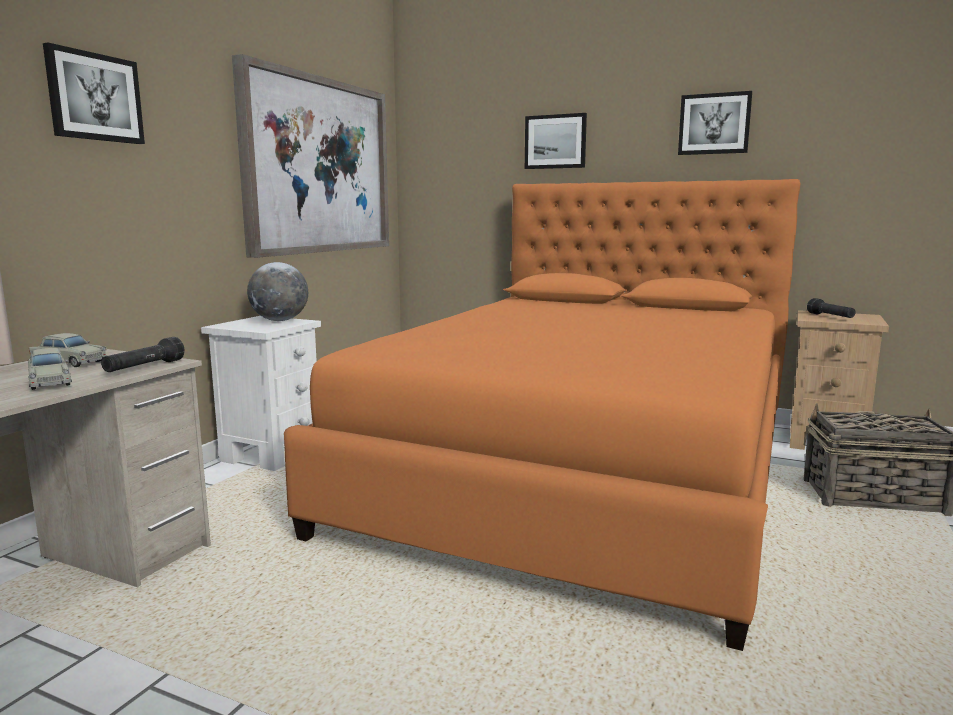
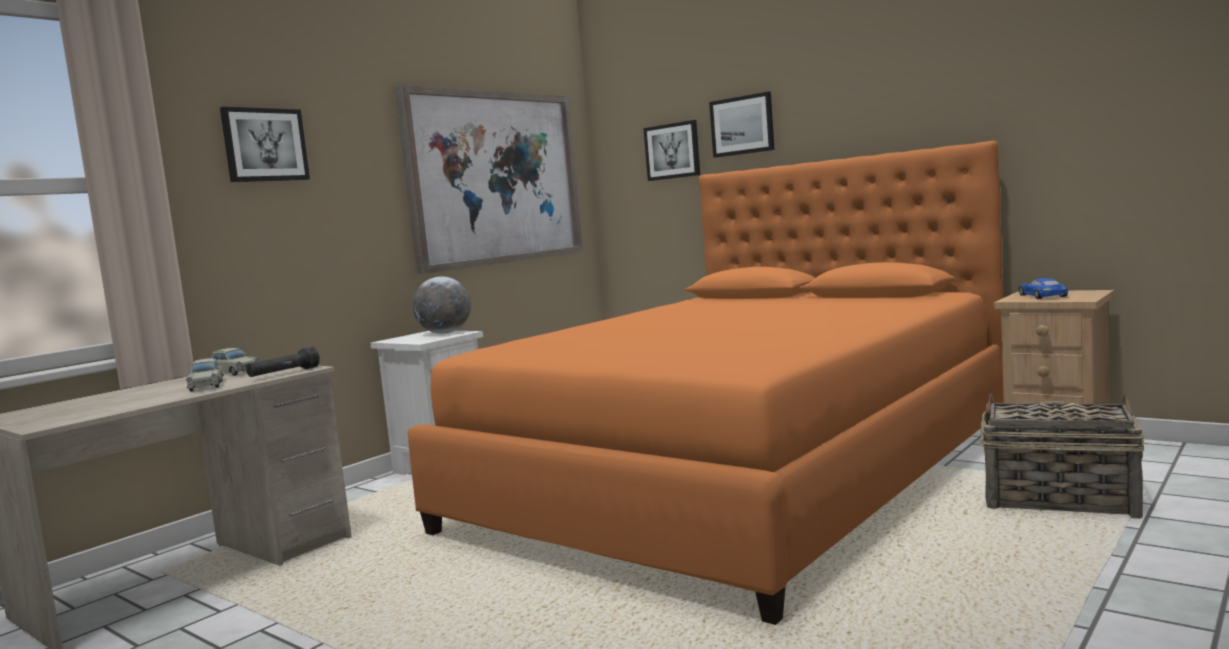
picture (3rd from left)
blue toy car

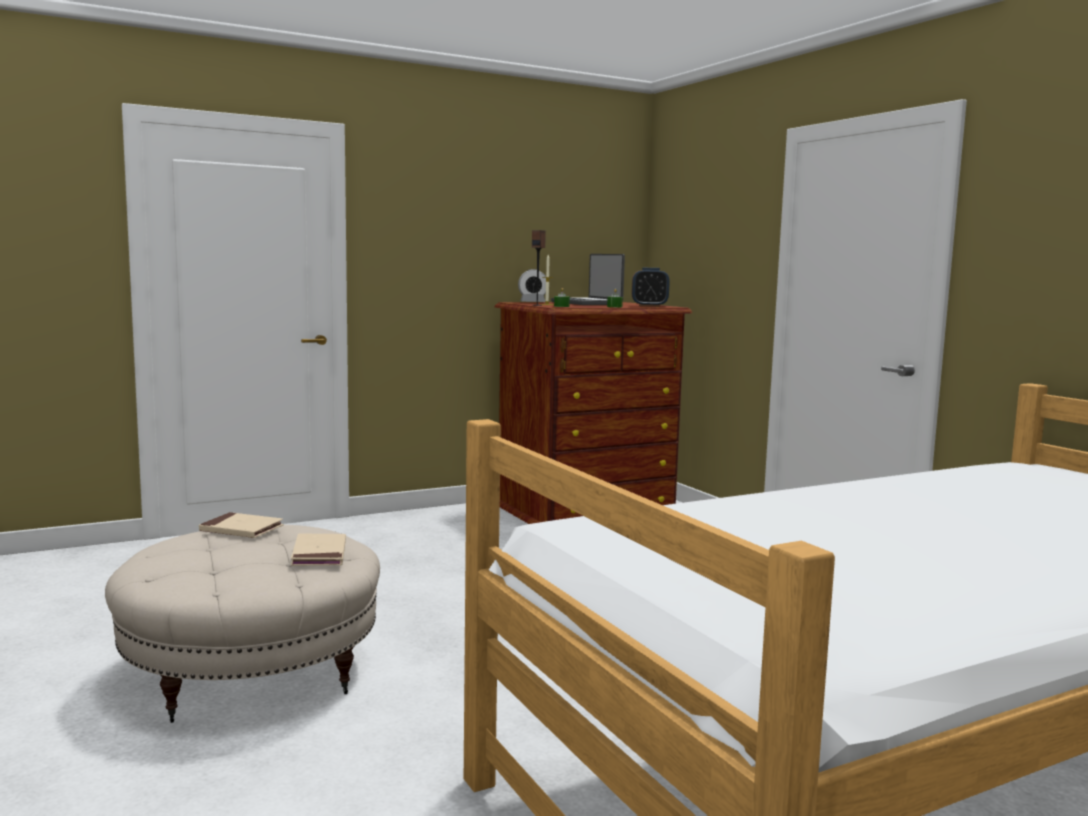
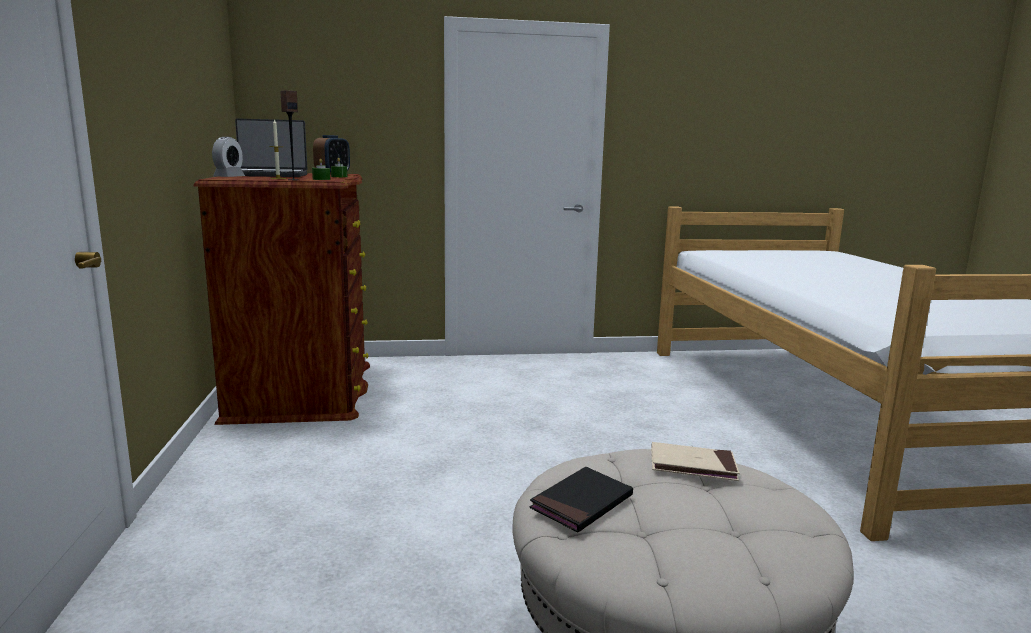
black book

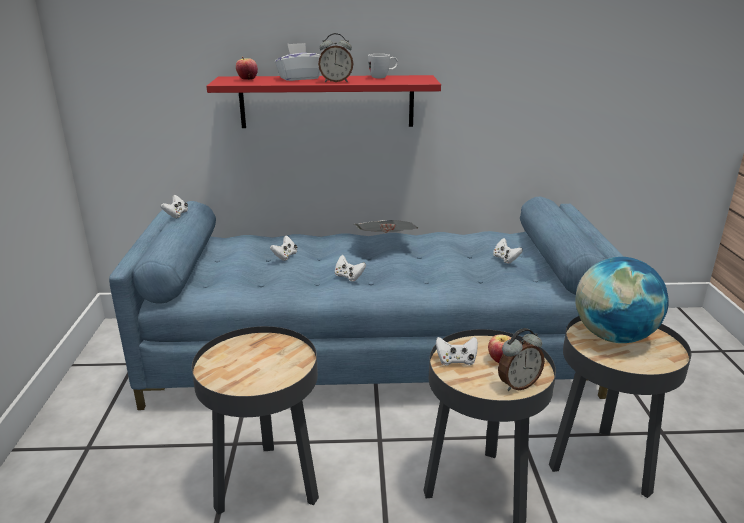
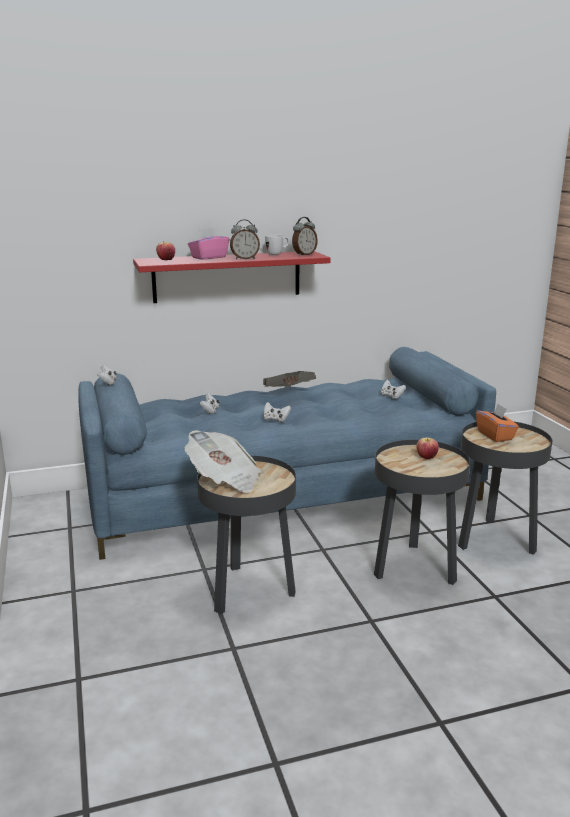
white game controller (4th from left in the first image)
newspaper (1st from left)
alarm clock (2nd from left)
orange tissue box
pink tissue box

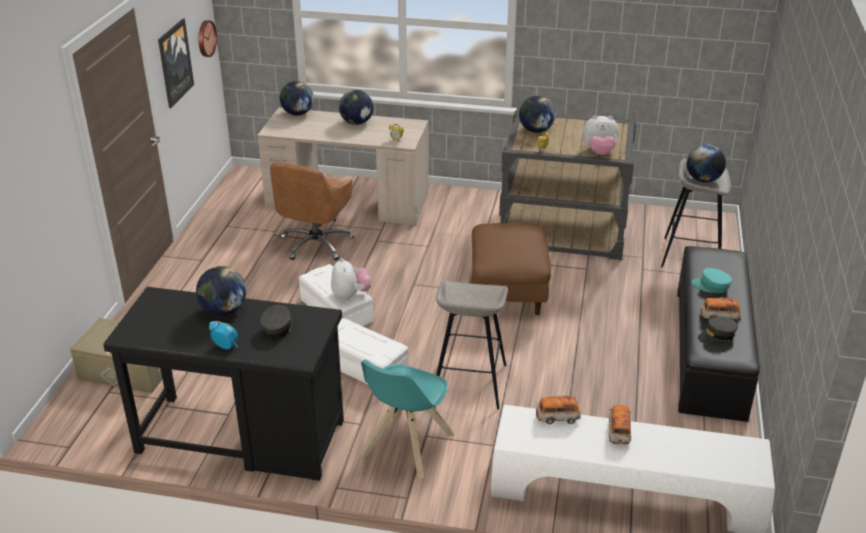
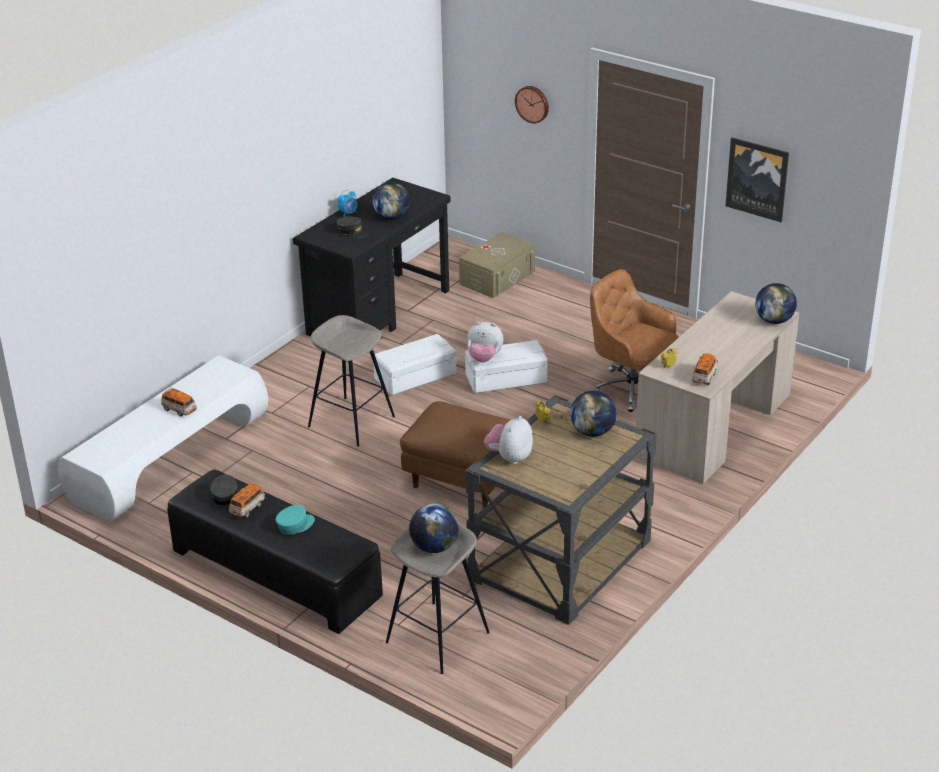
globe (3rd from left in the first image)
turquoise chair
wall clock
toy car (3rd from left)

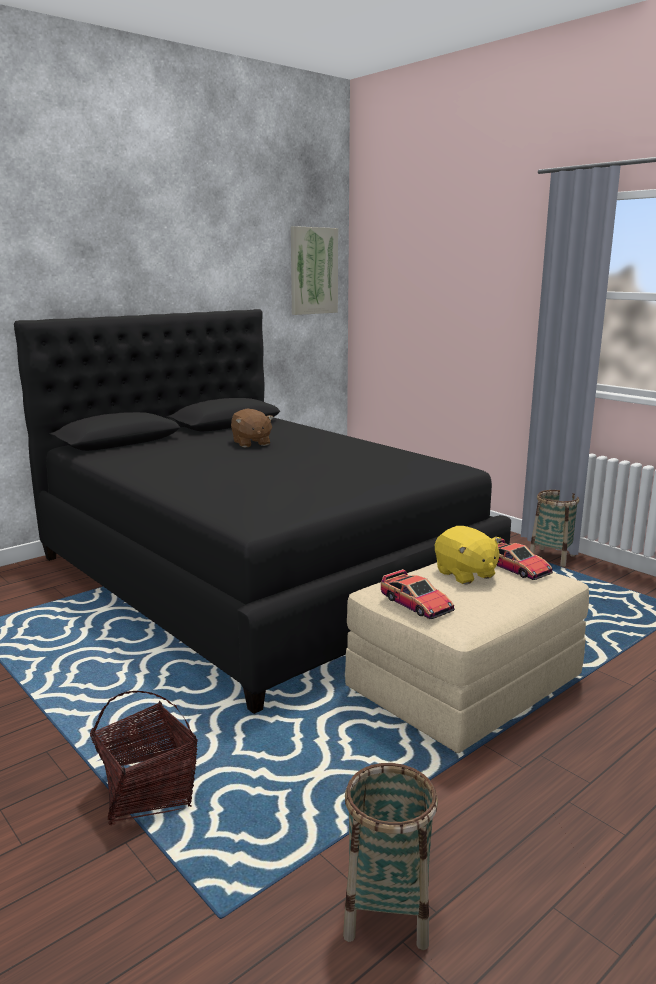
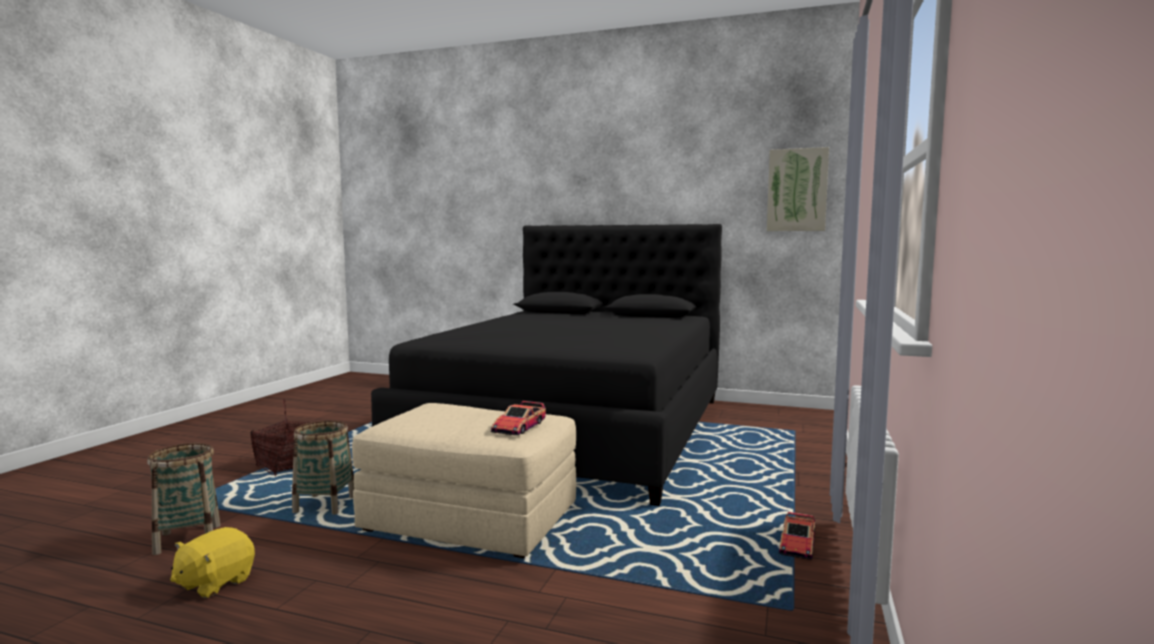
brown plush toy
toy car (2nd from left)
yellow plush toy
basket (3rd from left)

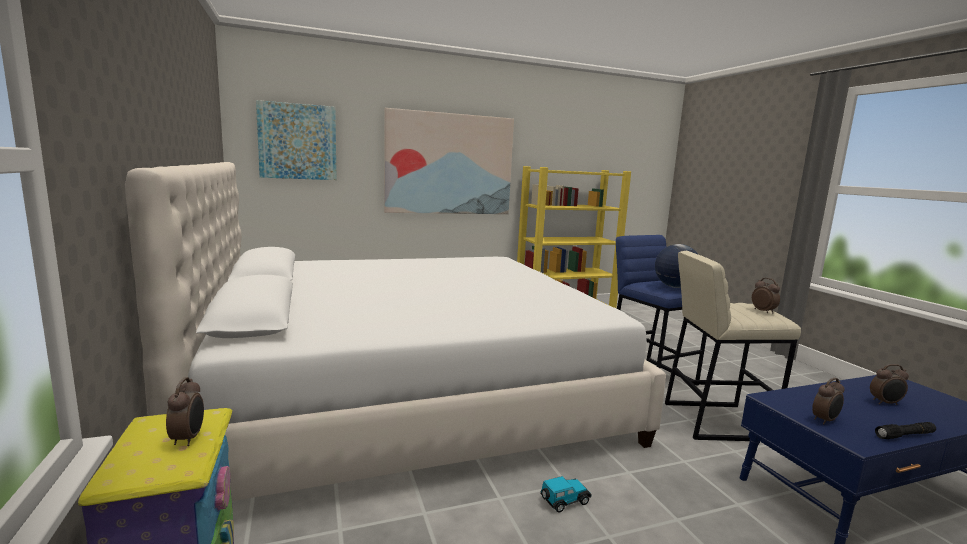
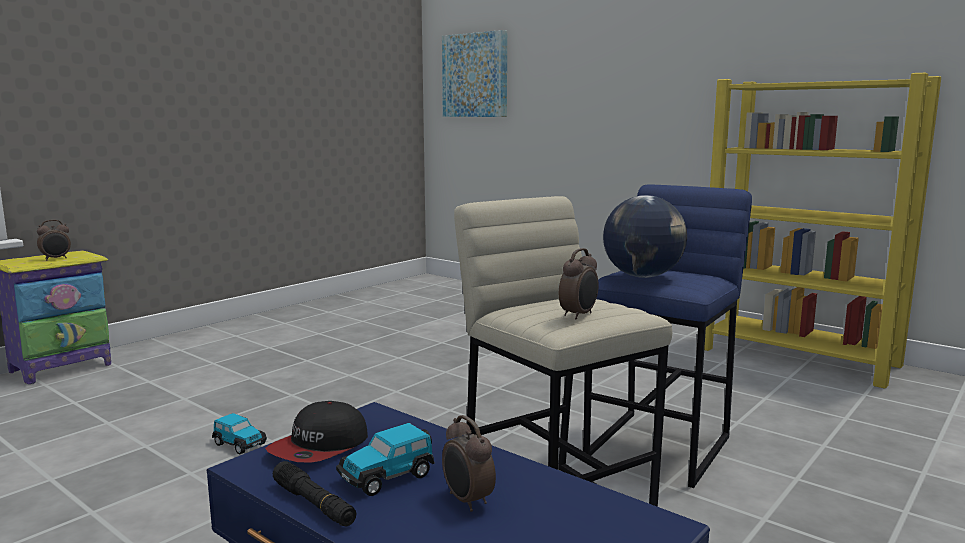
white bed
picture (2nd from left in the first image)
toy car (2nd from left)
cap

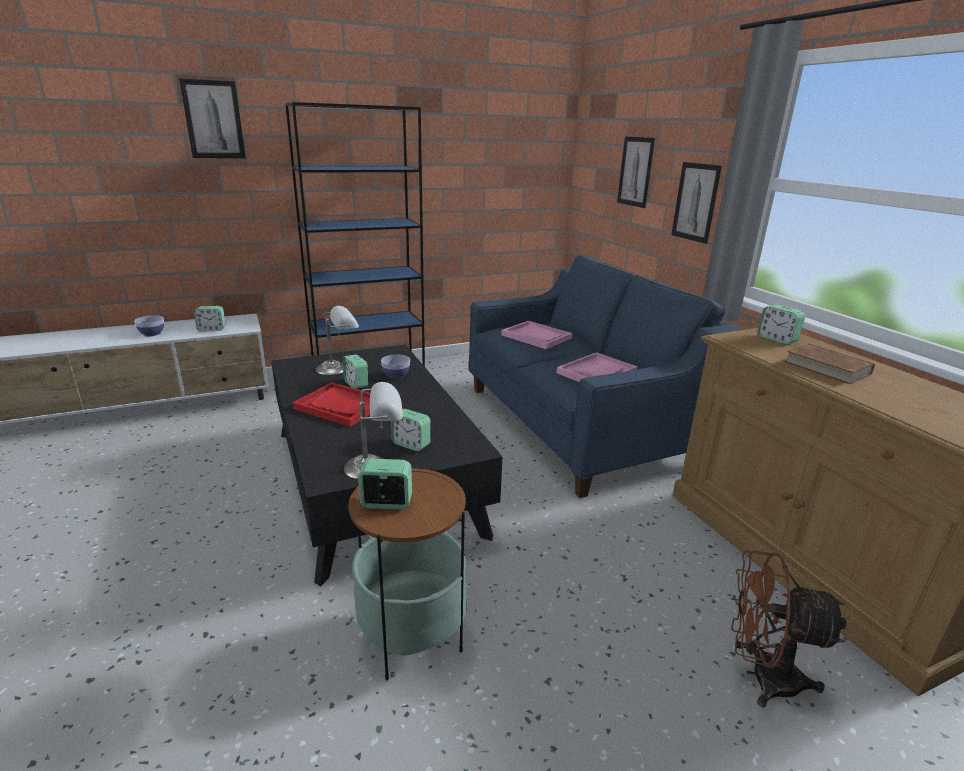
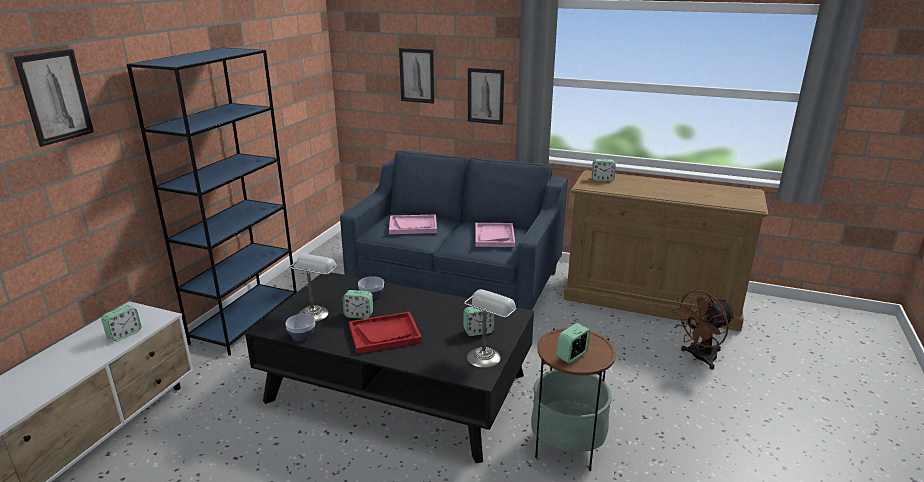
brown book
bowl (1st from left)

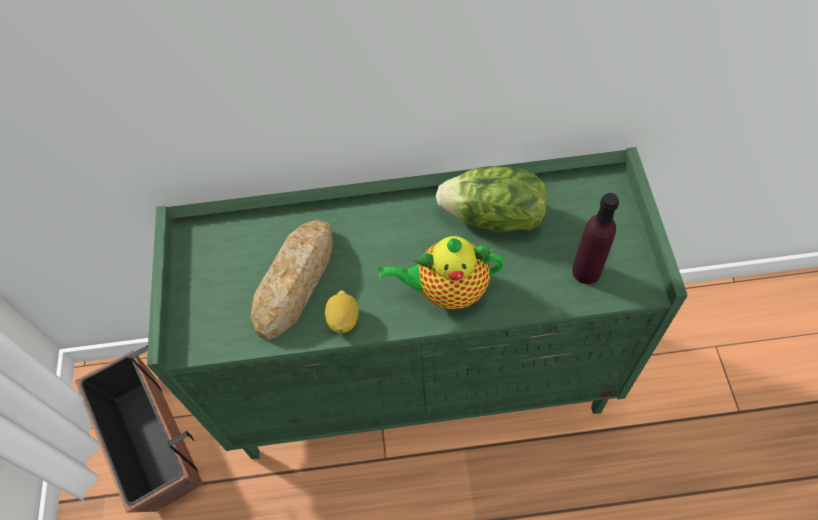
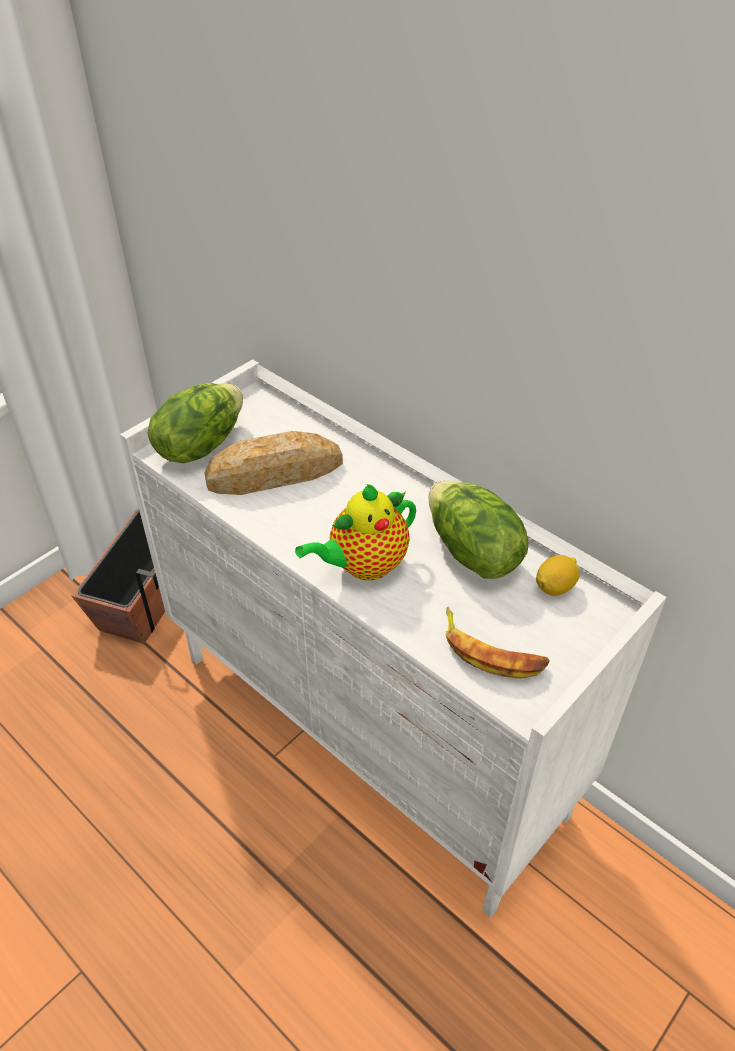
lettuce (1st from left)
lemon
banana
white cabinet
teapot

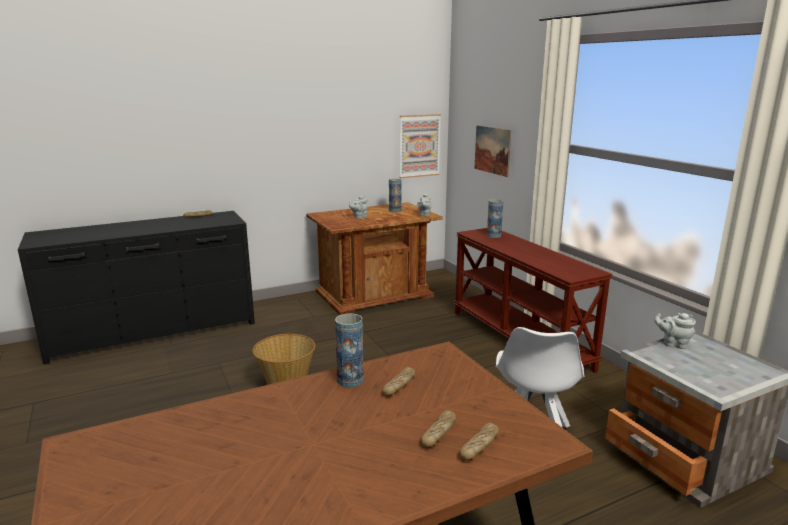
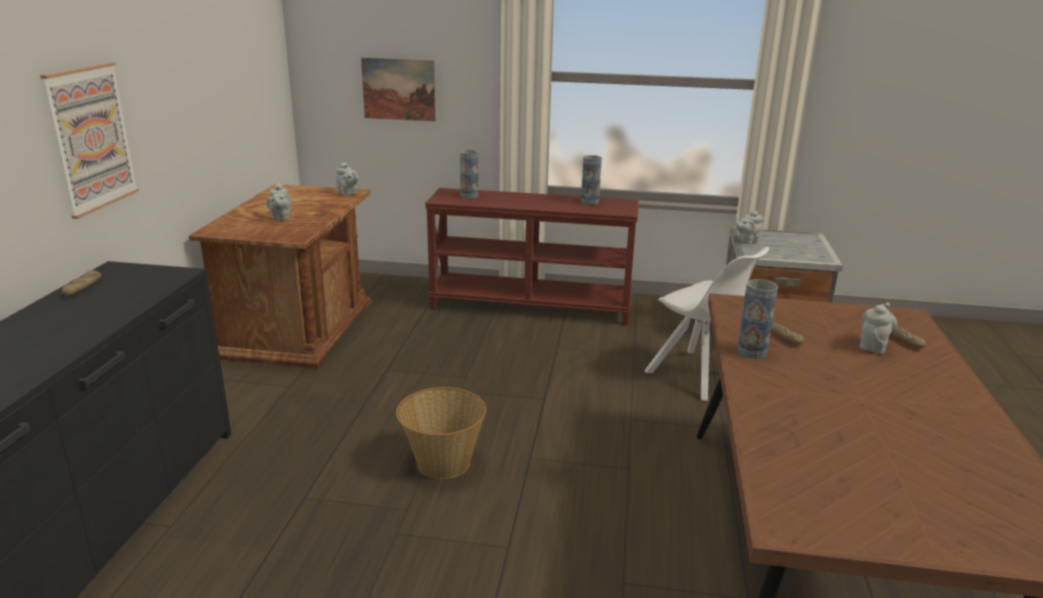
vase (2nd from left)
picture (1st from left)
grey teapot (4th from left)

